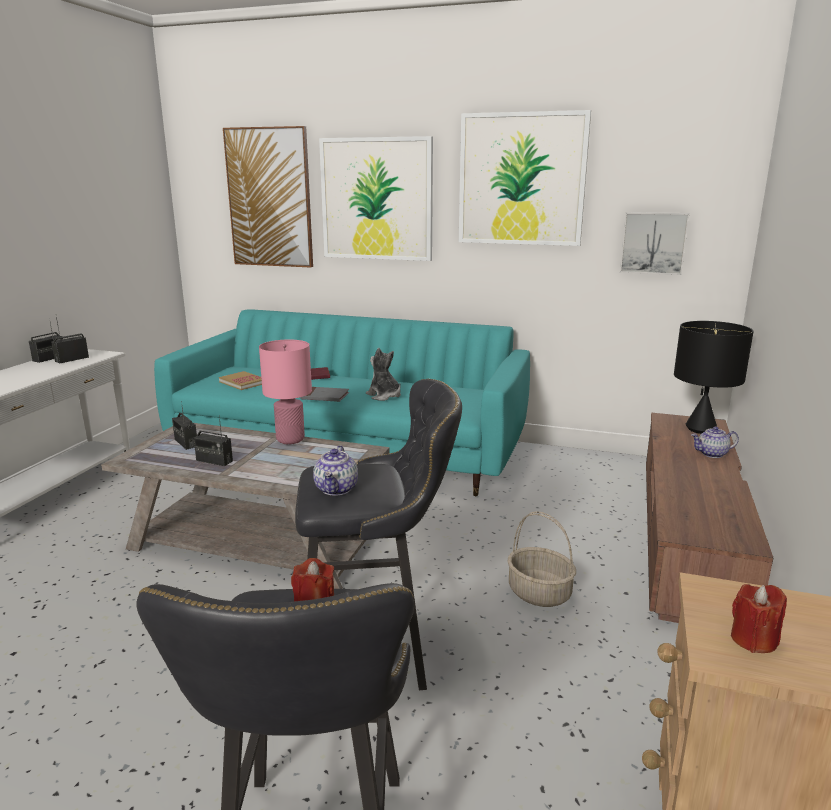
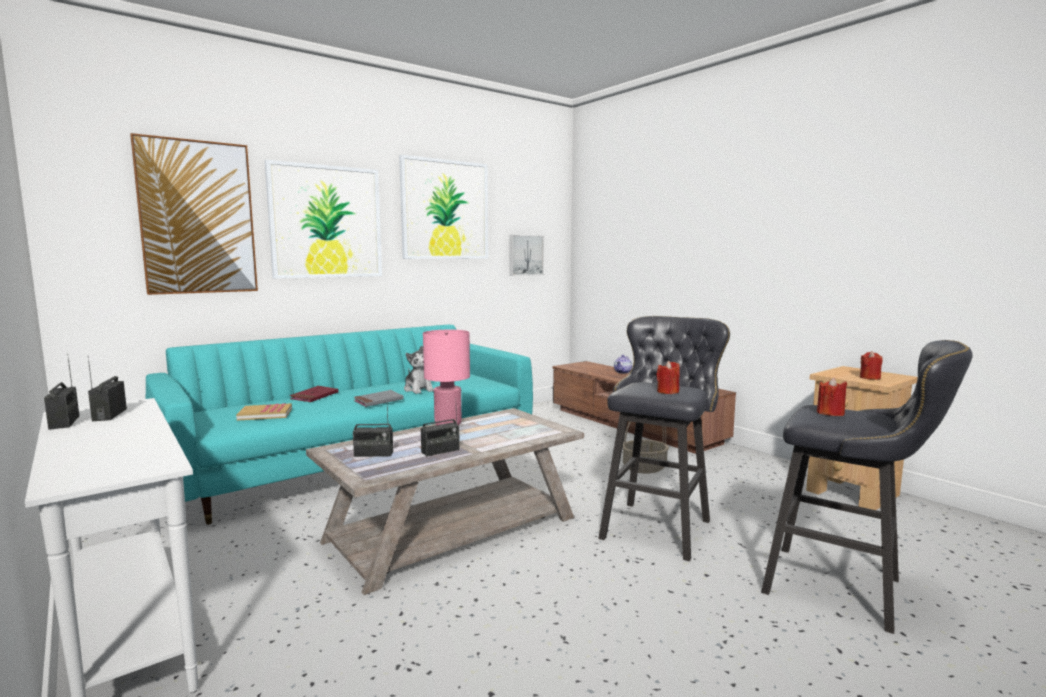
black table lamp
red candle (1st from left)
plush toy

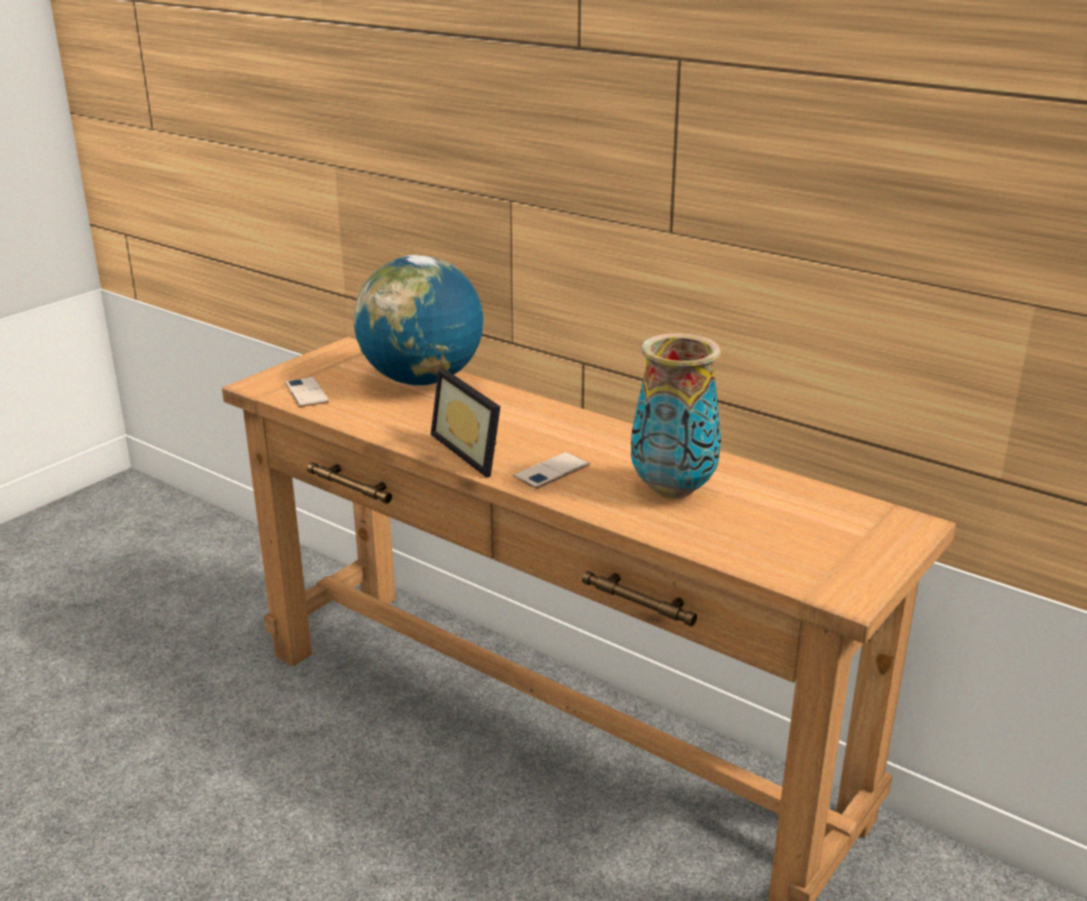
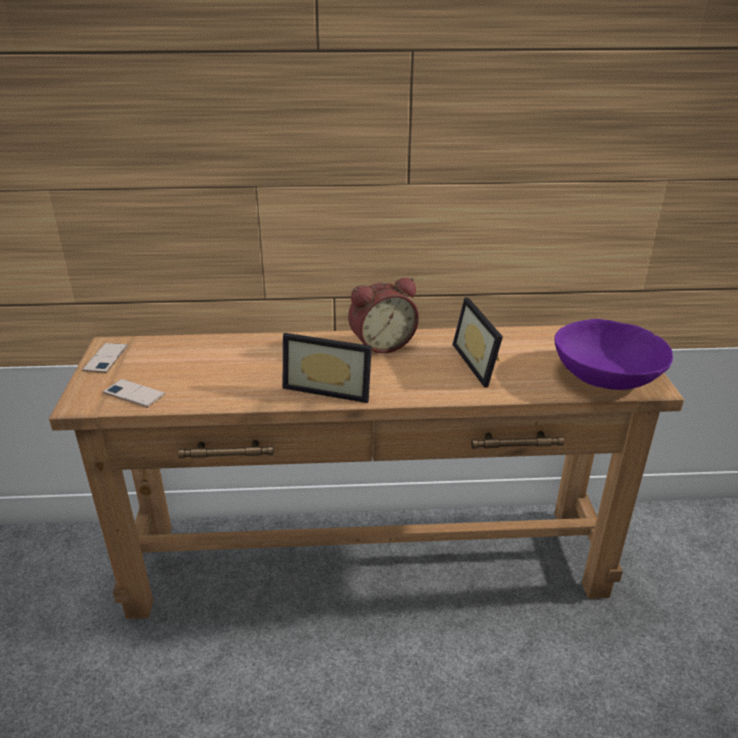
globe
alarm clock
purple bowl
phone (1st from left)
picture frame (2nd from left)

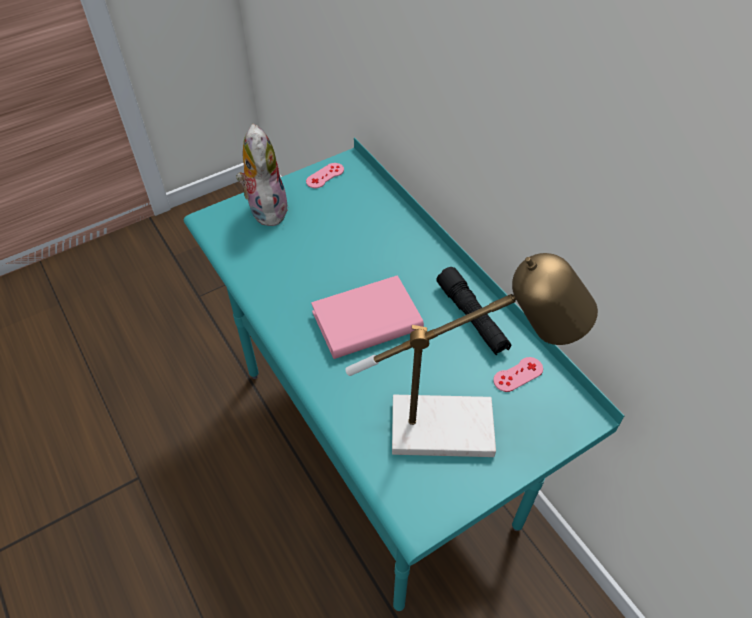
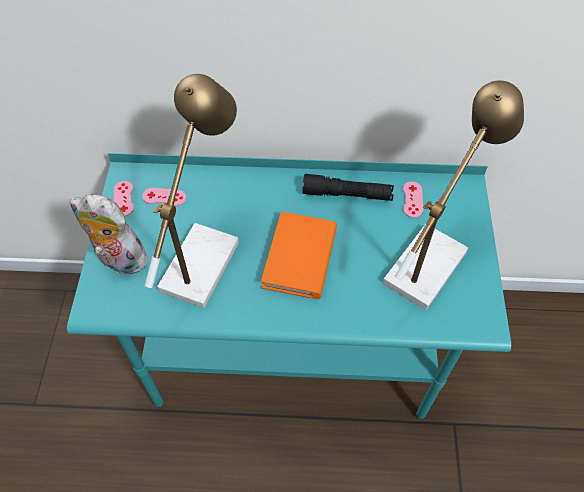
pink game controller (2nd from left)
table lamp (1st from left)
orange book

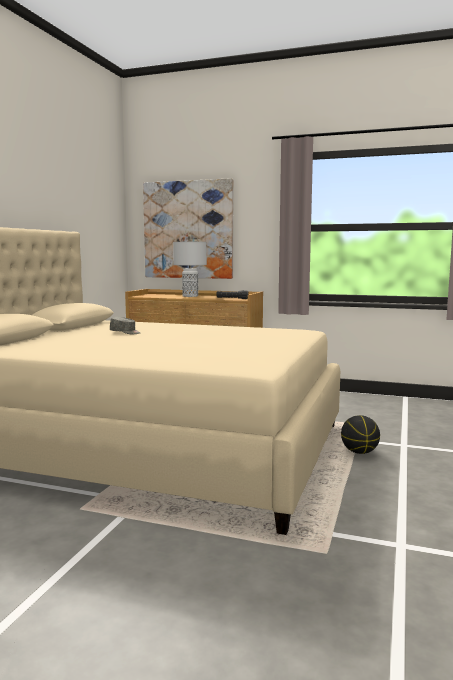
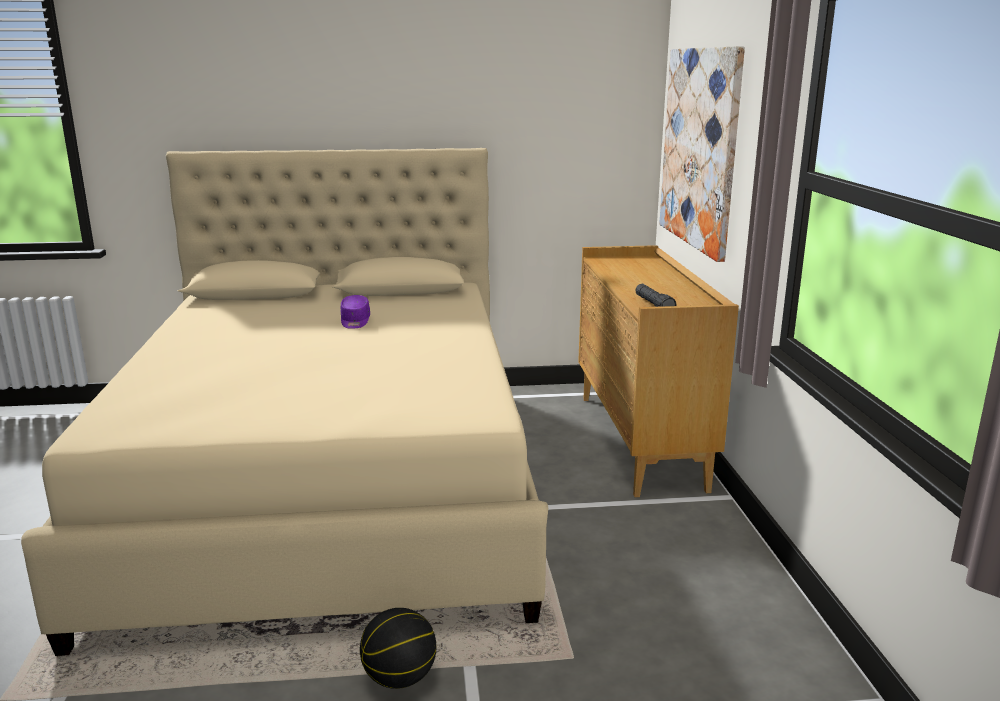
white table lamp
purple cap

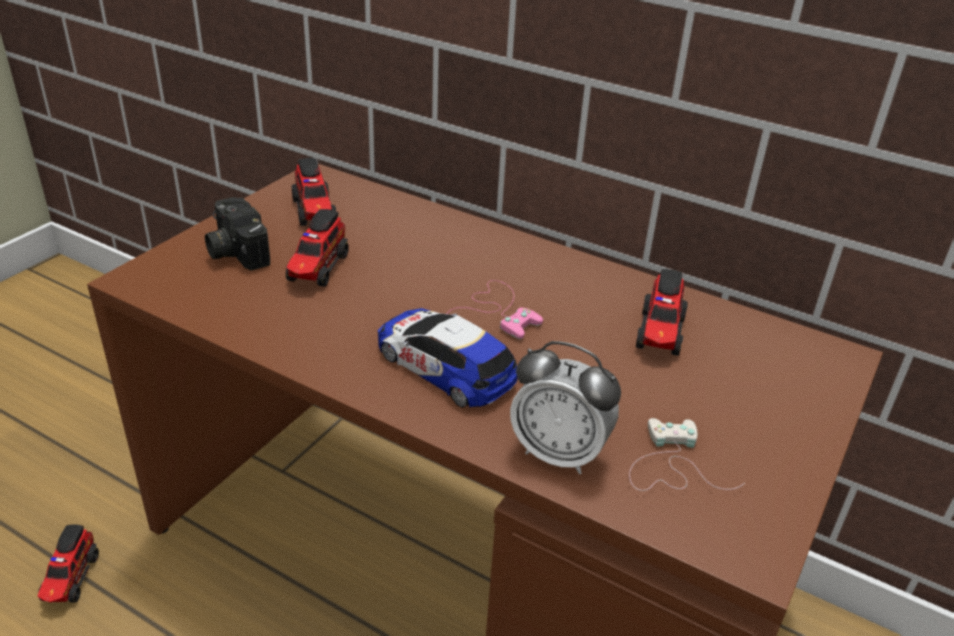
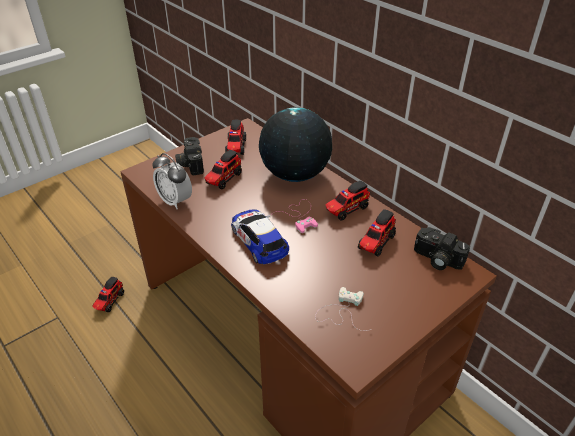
globe
toy truck (4th from left)
photo camera (2nd from left)
alarm clock

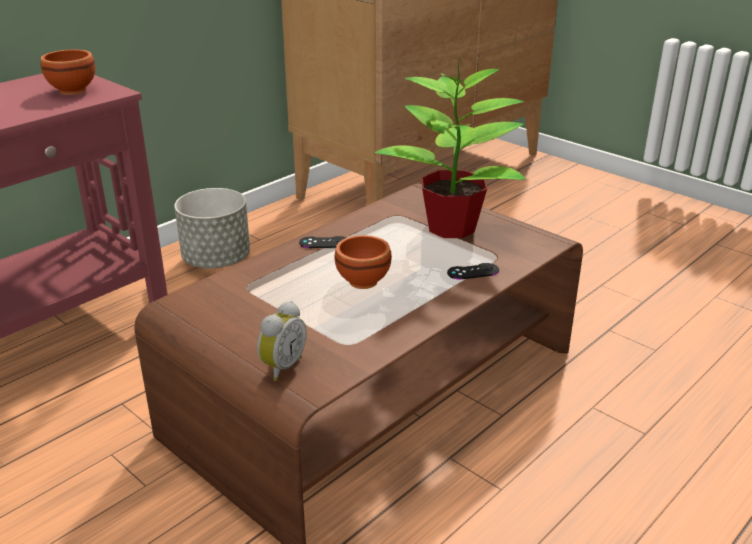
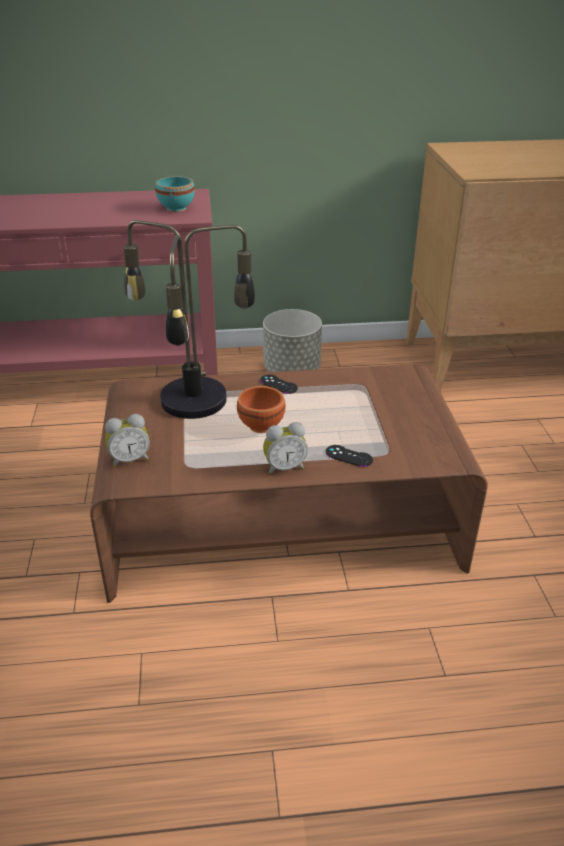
potted plant
table lamp
alarm clock (2nd from left)
turquoise bowl

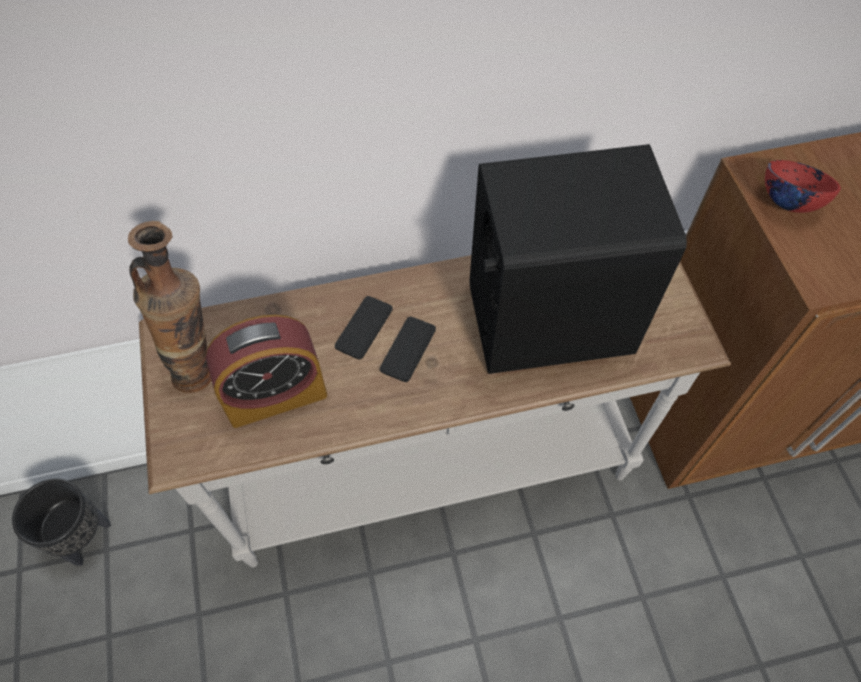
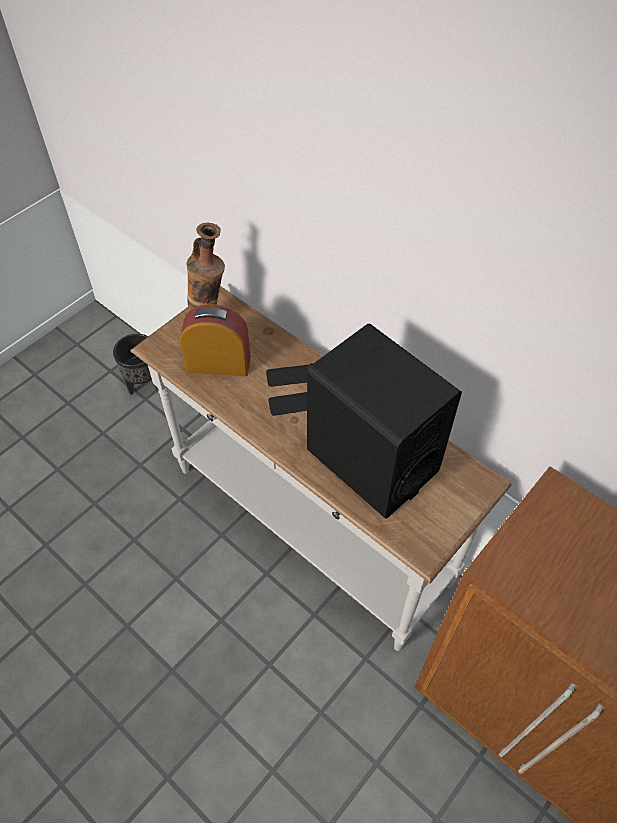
red bowl
alarm clock

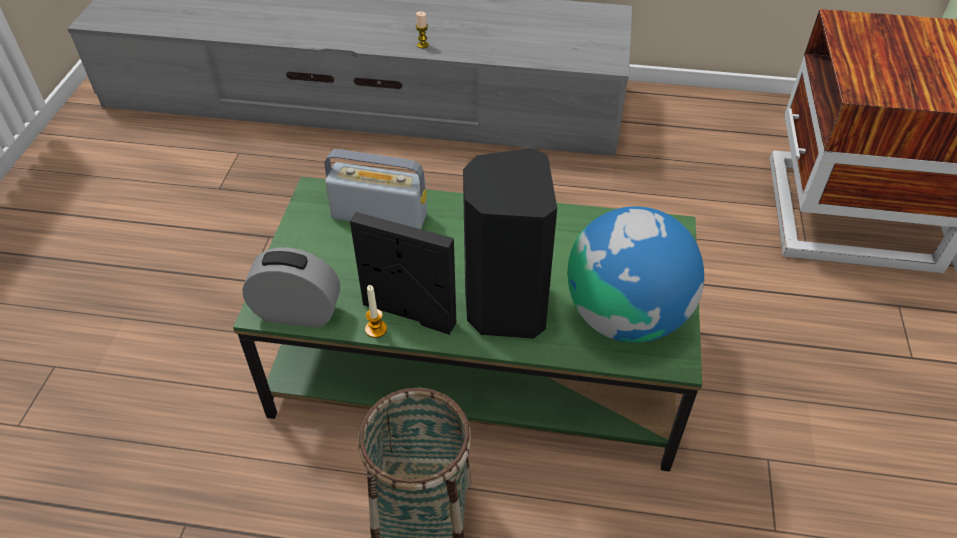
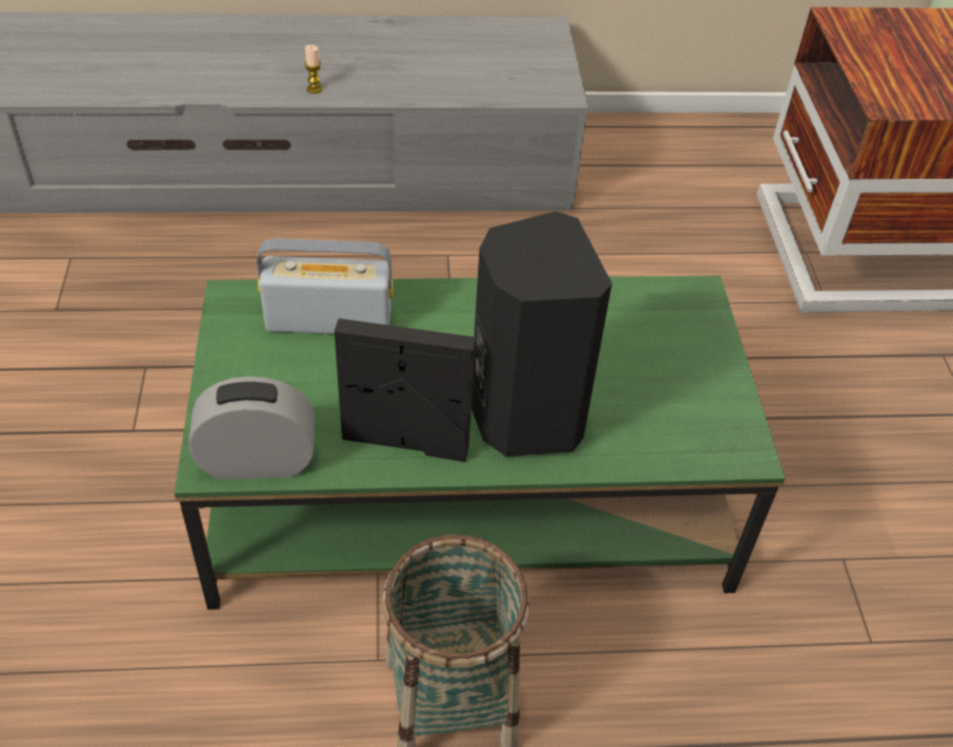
candle (1st from left in the first image)
globe

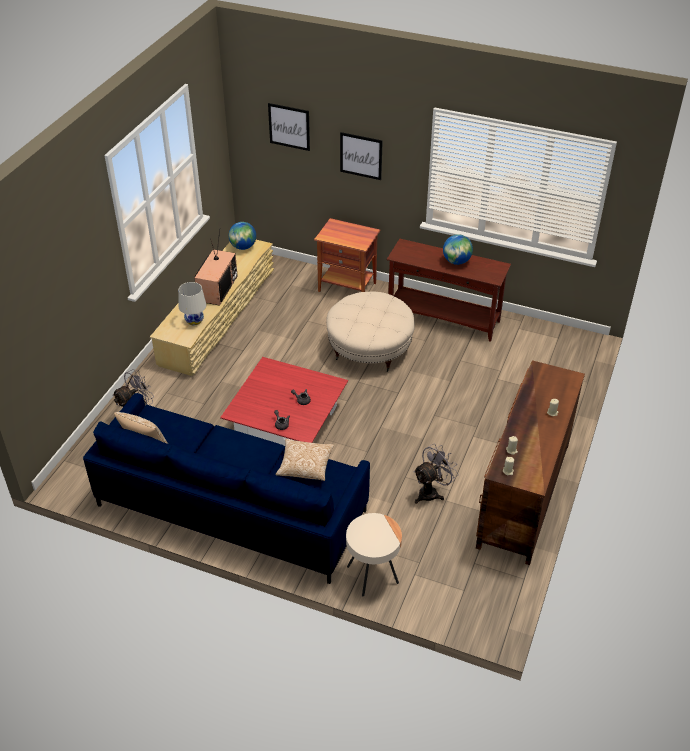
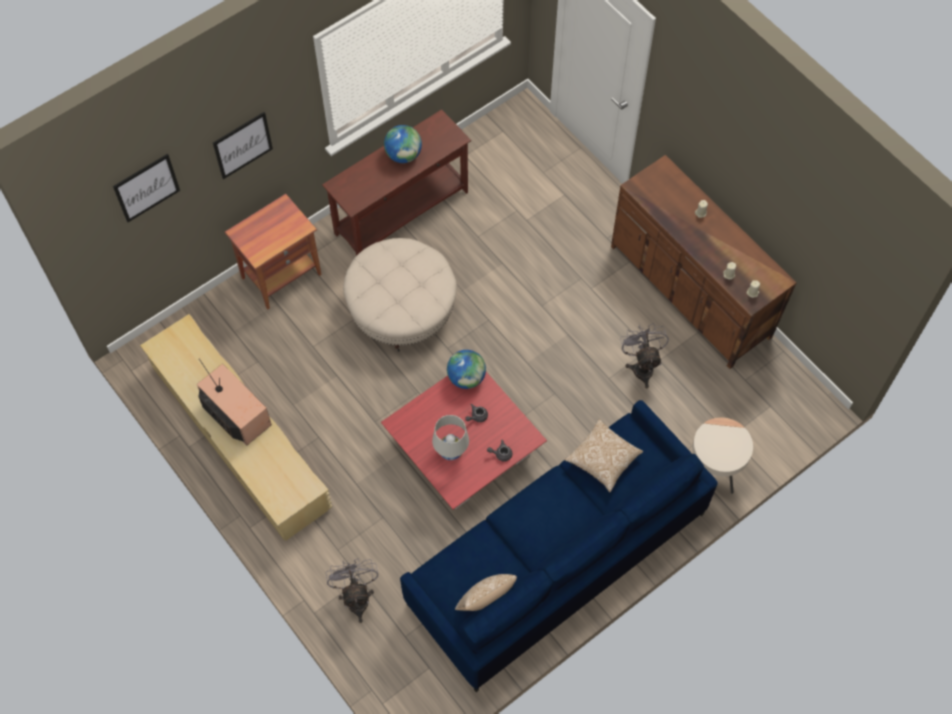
white table lamp
globe (2nd from left)

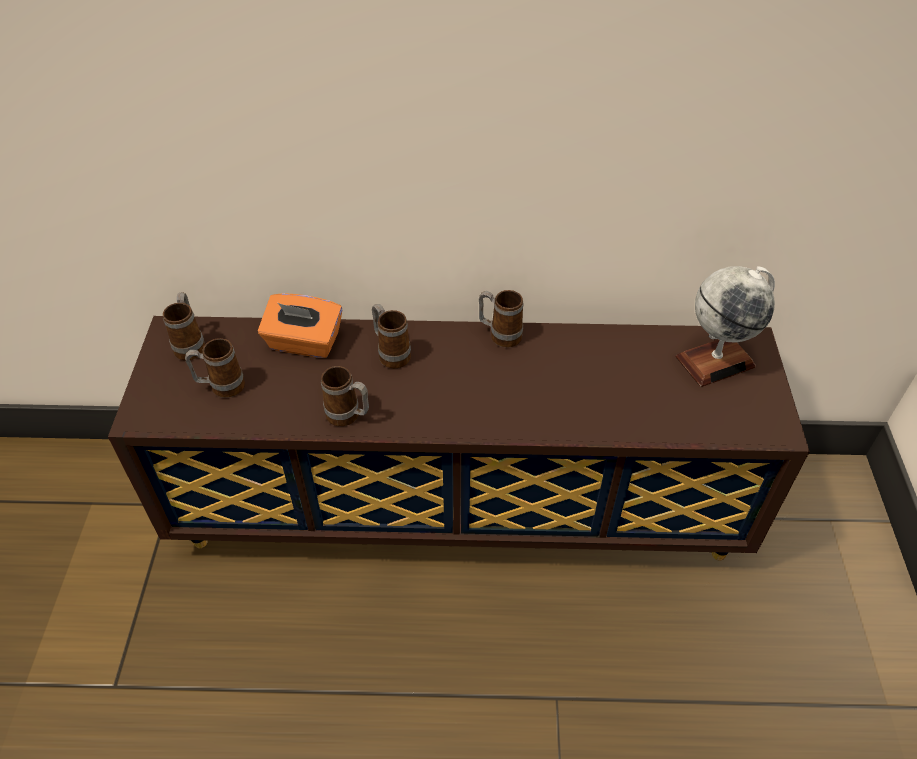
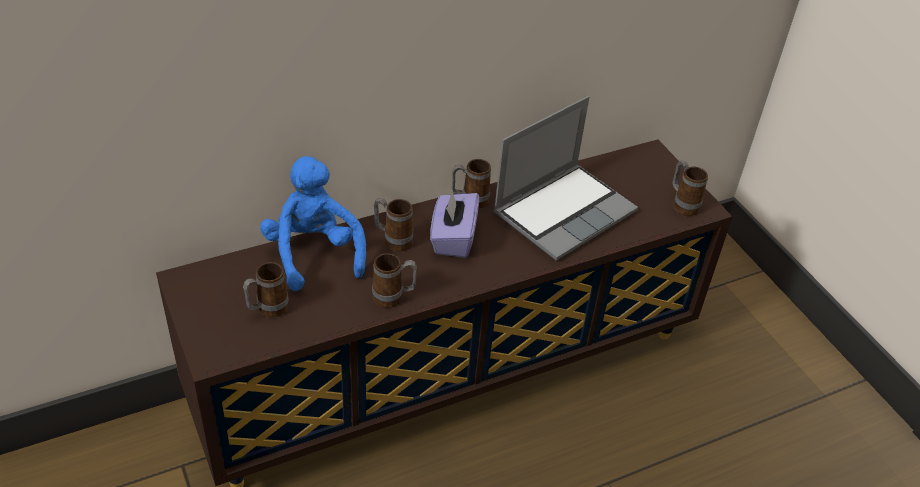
globe
purple tissue box
laptop
mug (5th from left)
blue plush toy

